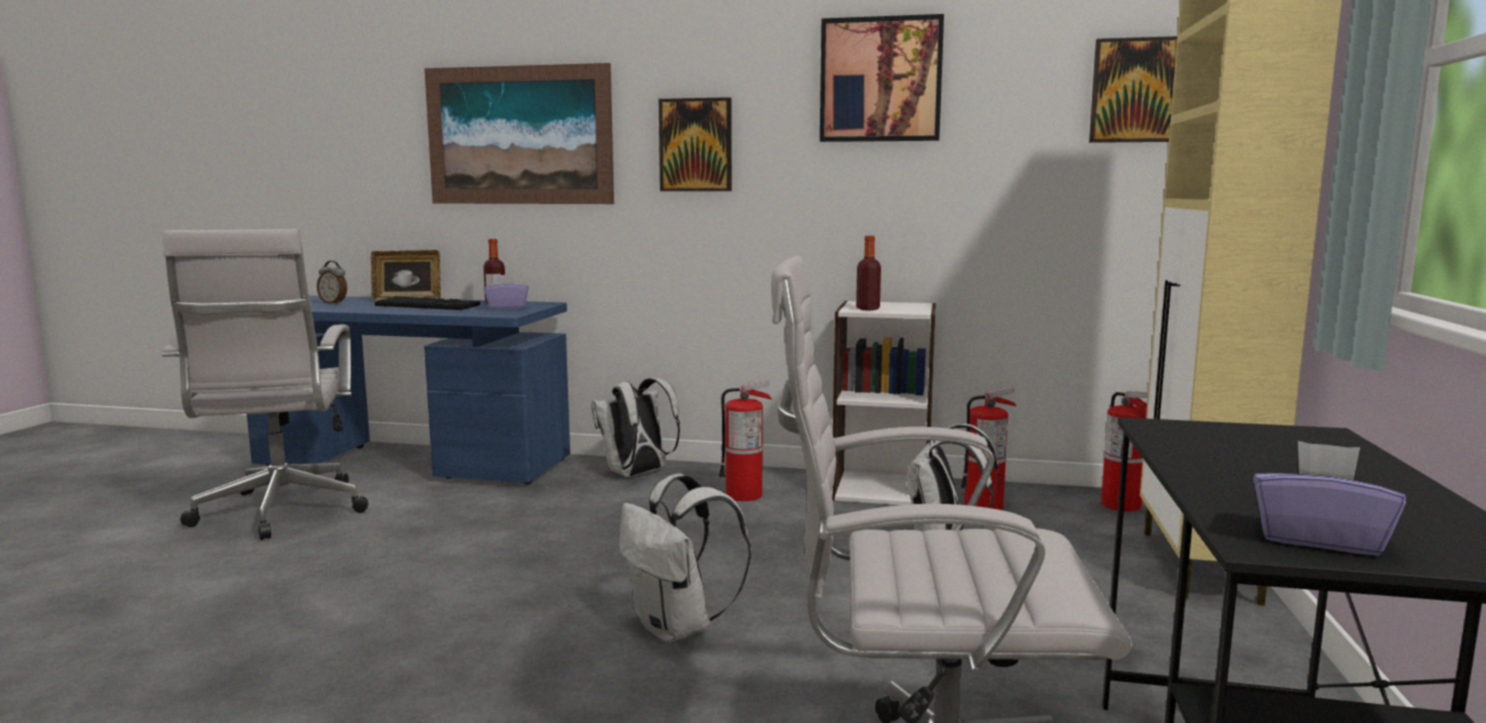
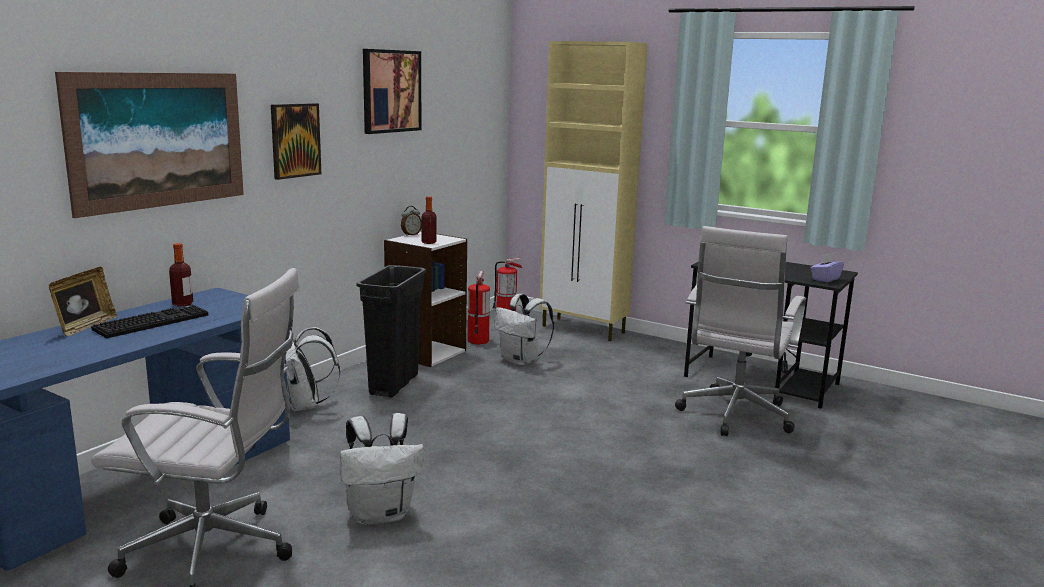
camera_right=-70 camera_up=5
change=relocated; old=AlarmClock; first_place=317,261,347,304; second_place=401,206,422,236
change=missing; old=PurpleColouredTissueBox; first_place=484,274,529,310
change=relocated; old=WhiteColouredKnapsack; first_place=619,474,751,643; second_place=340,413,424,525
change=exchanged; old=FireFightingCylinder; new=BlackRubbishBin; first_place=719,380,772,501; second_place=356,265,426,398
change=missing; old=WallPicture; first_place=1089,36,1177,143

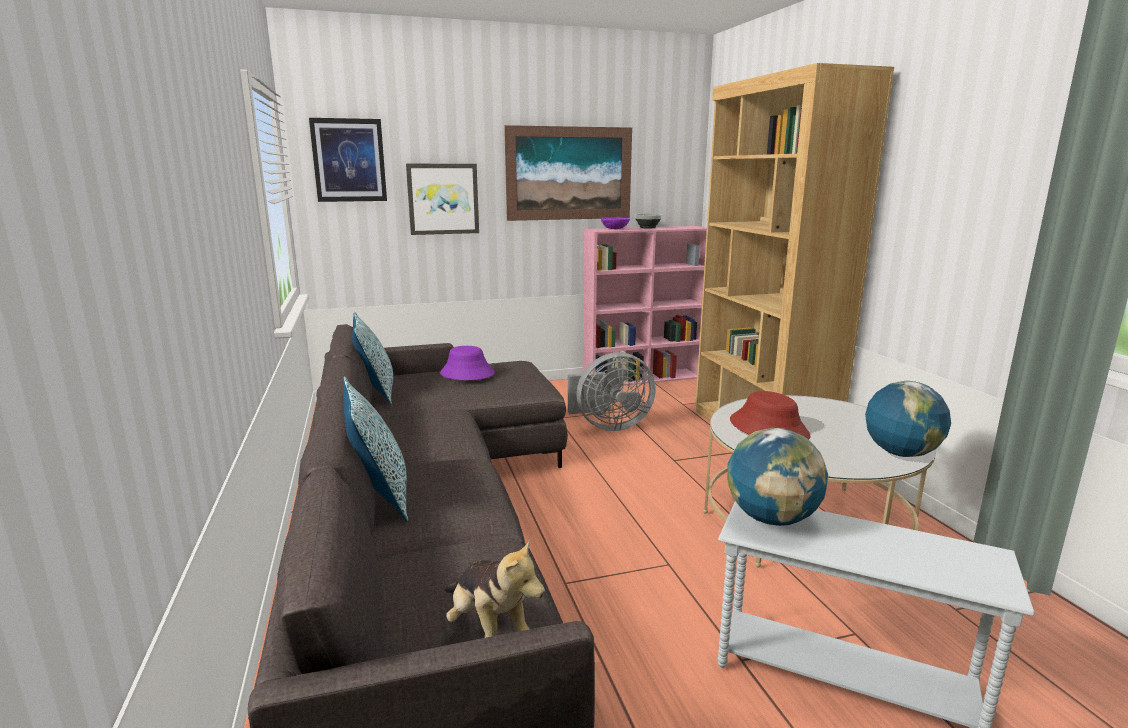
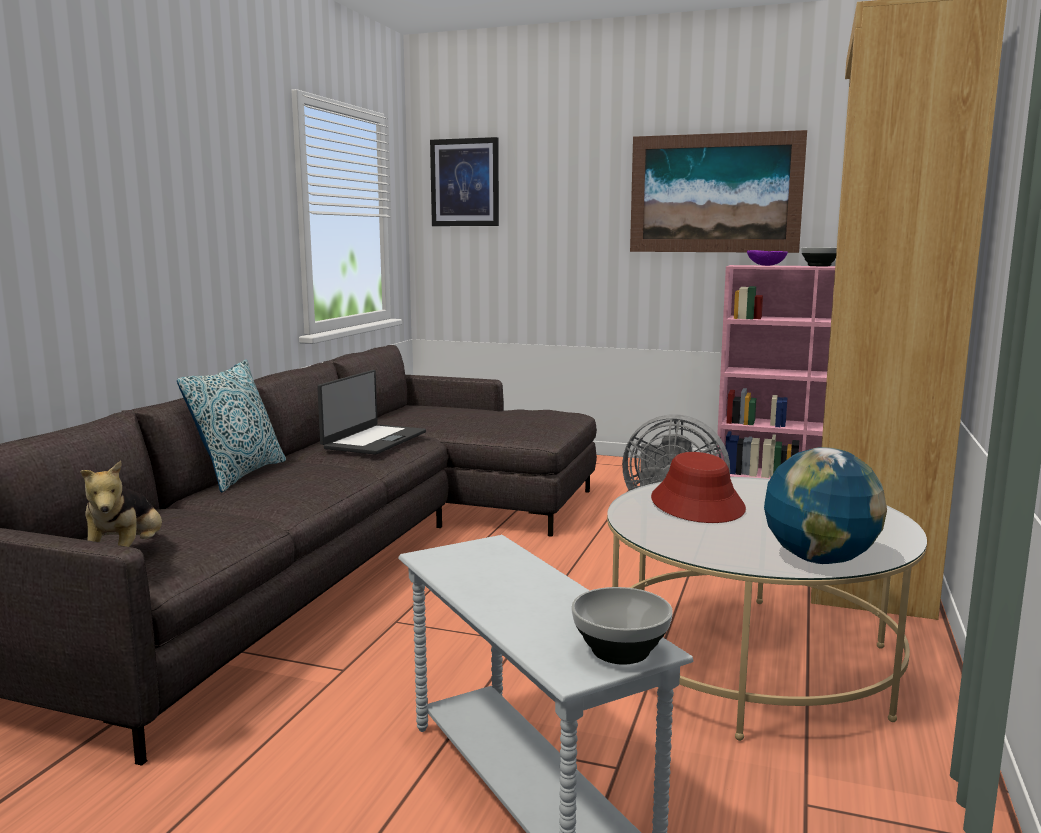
camera_right=35 camera_up=-5
change=missing; old=Pillow; first_place=352,312,393,405
change=missing; old=WallPicture; first_place=406,164,479,235
change=missing; old=PurpleColouredClothingHat; first_place=440,346,495,380
change=missing; old=Globe; first_place=727,428,828,526
change=appeared; new=Laptop; second_place=317,370,426,455
change=appeared; new=DeepDish; second_place=571,587,673,665

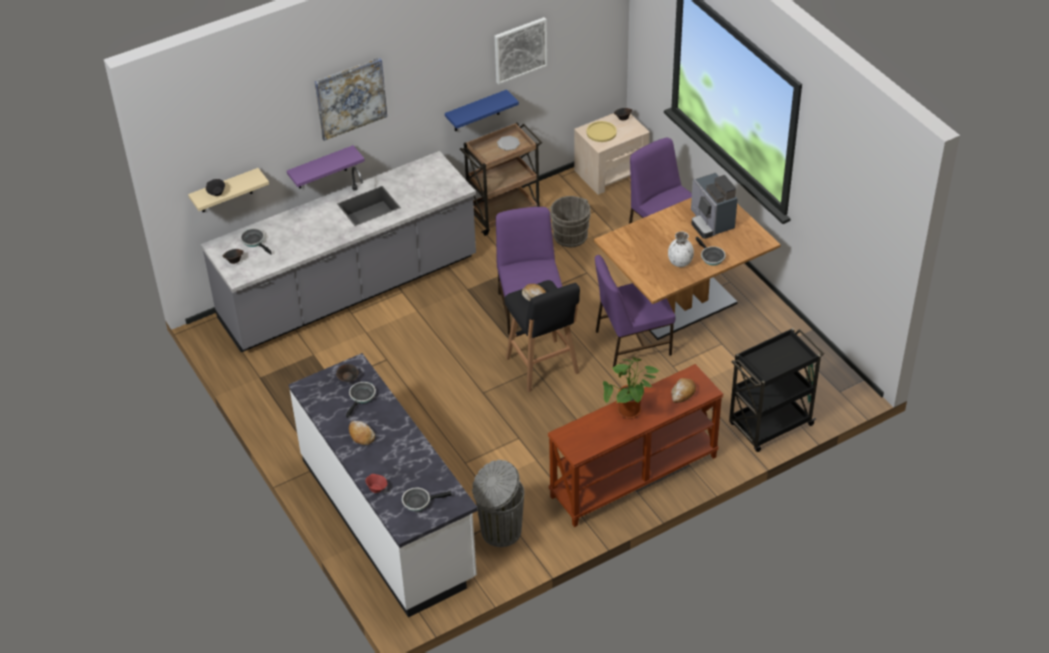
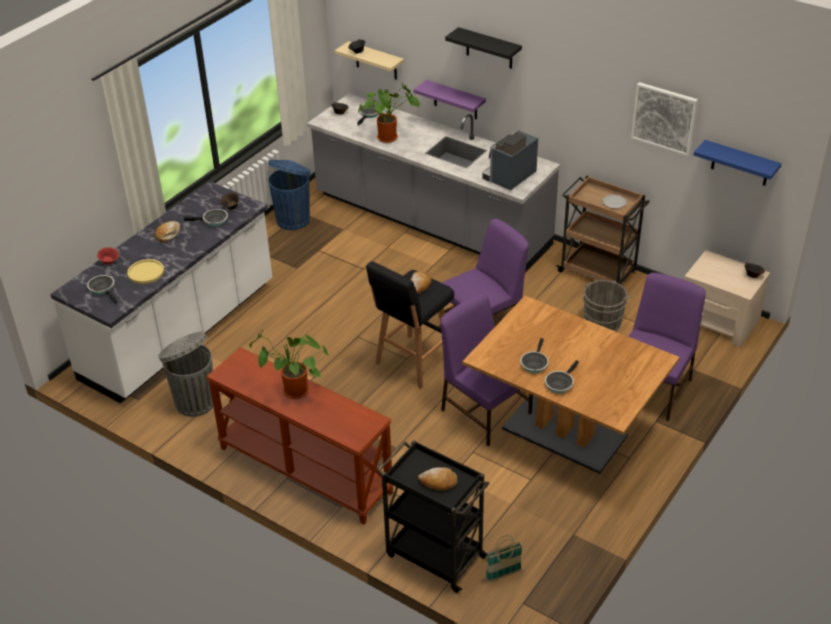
camera_right=65 camera_up=-5
change=exchanged; old=WallPicture; new=BlackShelf; first_place=314,58,387,141; second_place=445,27,522,69
change=relocated; old=BlueShelf; first_place=445,89,519,131; second_place=694,140,782,186
change=relocated; old=YellowColouredFlatDish; first_place=586,121,617,142; second_place=127,259,164,284
change=exchanged; old=WhiteColouredFlowerVase; new=Skillet; first_place=668,231,694,267; second_place=520,338,549,373
change=relocated; old=BakedBread; first_place=671,378,696,403; second_place=418,467,458,491
change=relocated; old=CoffeeBrewer; first_place=691,173,737,239; second_place=483,129,538,191
change=appeared; new=BlueRubbishBin; second_place=268,160,311,230
change=appeared; new=Houseplant; second_place=358,83,420,143

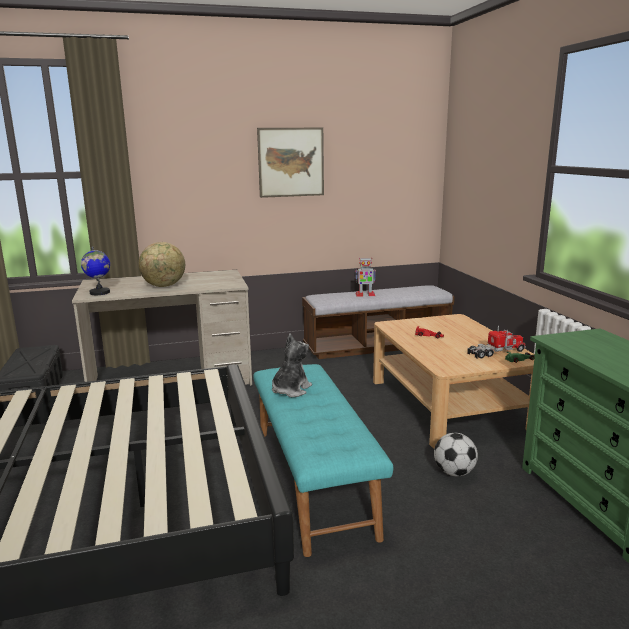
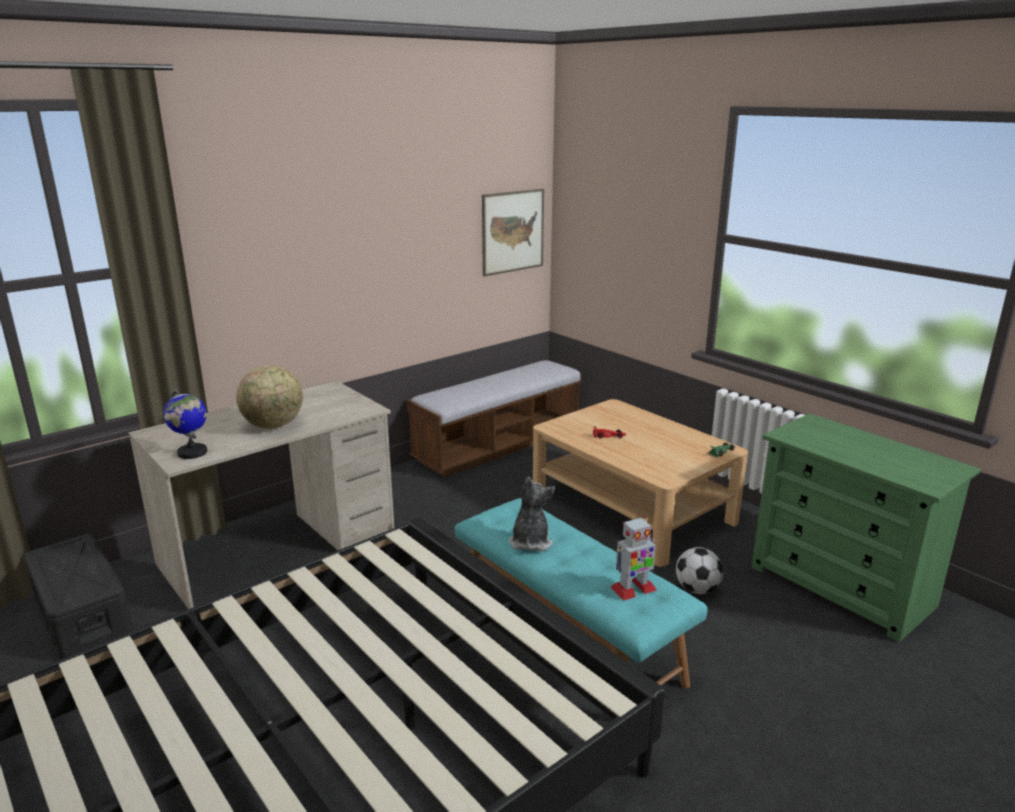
camera_right=-25 camera_up=5
change=relocated; old=WallPicture; first_place=257,128,324,198; second_place=482,189,544,277
change=relocated; old=ToyRobot; first_place=355,258,376,297; second_place=610,516,657,601
change=missing; old=ToyLorry; first_place=467,326,526,359

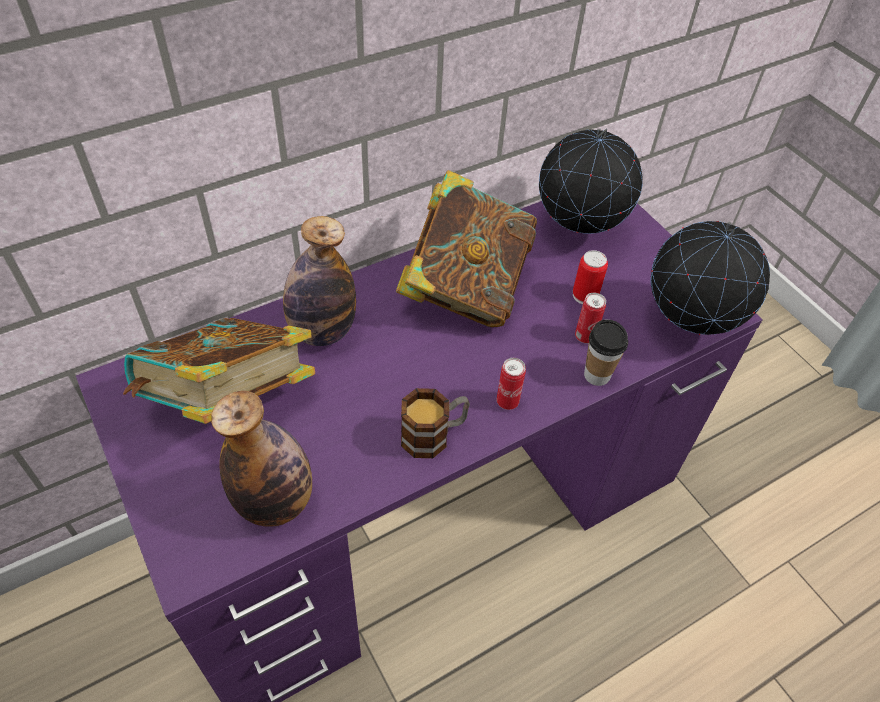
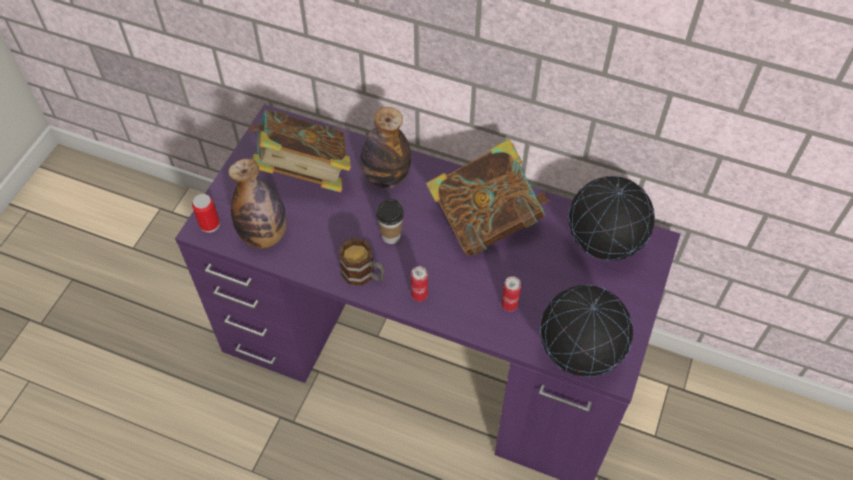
camera_right=55 camera_up=5
change=relocated; old=SealedCan; first_place=573,250,608,304; second_place=192,194,220,233
change=relocated; old=SmallCup; first_place=584,320,628,386; second_place=376,199,404,244

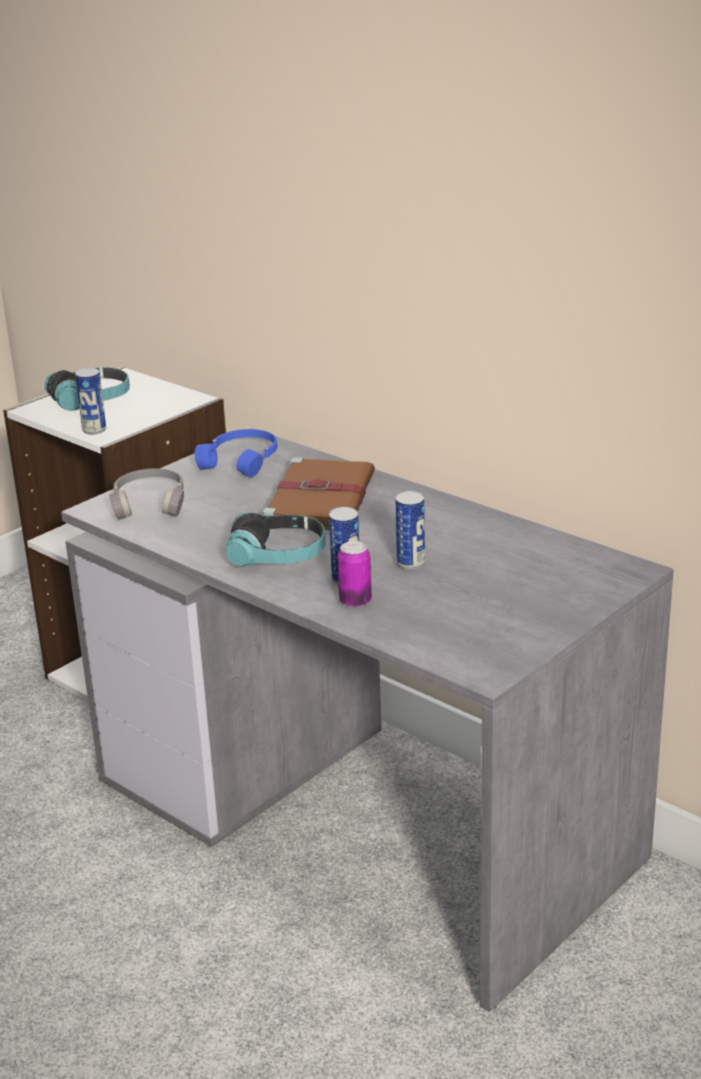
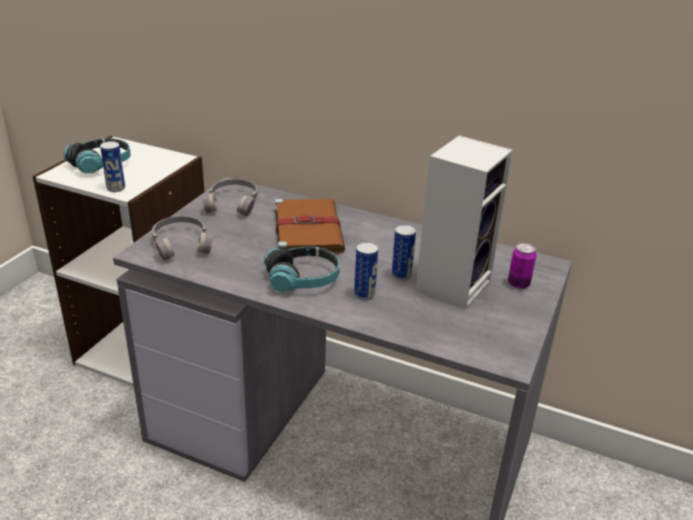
camera_right=-20 camera_up=5
change=colour; old=BluePairOfHeadphones; new=GrayPairOfHeadphones; first_place=195,429,277,478; second_place=203,179,258,217
change=relocated; old=SealedCan; first_place=337,541,372,608; second_place=508,243,536,289
change=appeared; new=Speaker; second_place=416,136,513,309

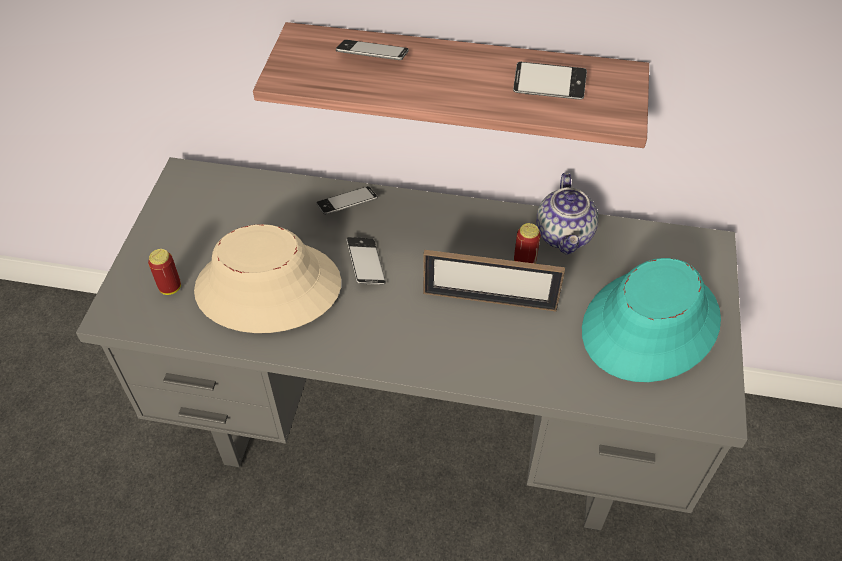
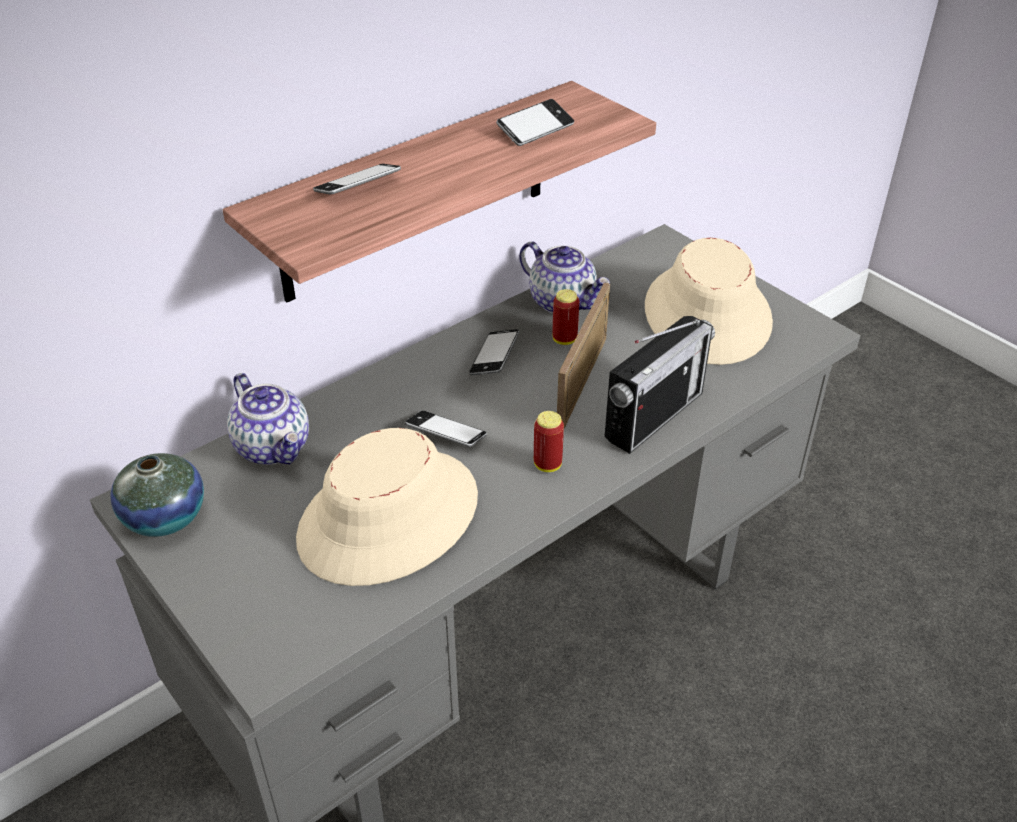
camera_right=-50 camera_up=-10
change=relocated; old=SealedCan; first_place=148,249,181,295; second_place=534,411,564,472
change=relocated; old=Telephone; first_place=317,186,378,215; second_place=469,329,520,375
change=spun; old=PhotoFrame; first_place=423,250,565,311; second_place=557,282,610,428; degrees=150
change=colour; old=TurquoiseColouredClothingHat; new=SandColouredClothingHat; first_place=582,258,721,382; second_place=645,238,773,365
change=appeared; new=FlowerVase; second_place=111,453,204,537
change=appeared; new=PotForTea; second_place=227,373,309,465
change=appeared; new=RadioReceiver; second_place=605,316,715,454

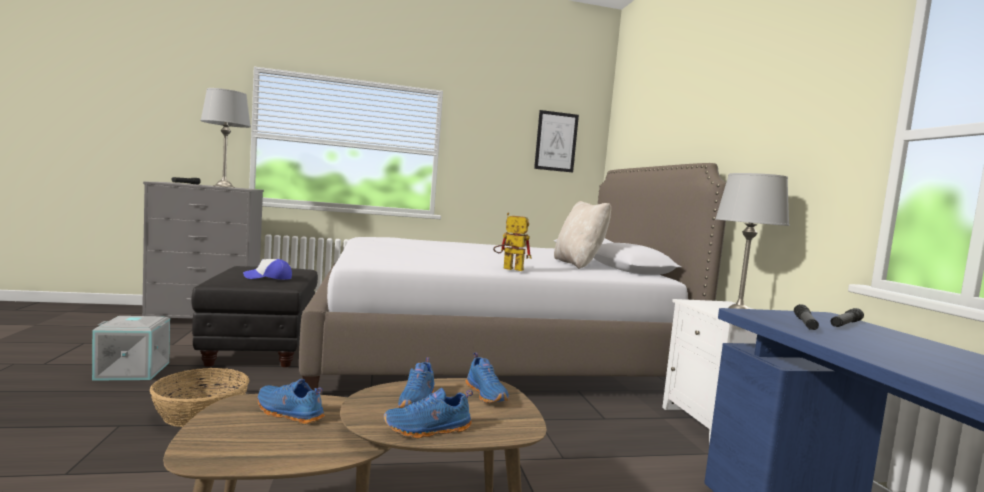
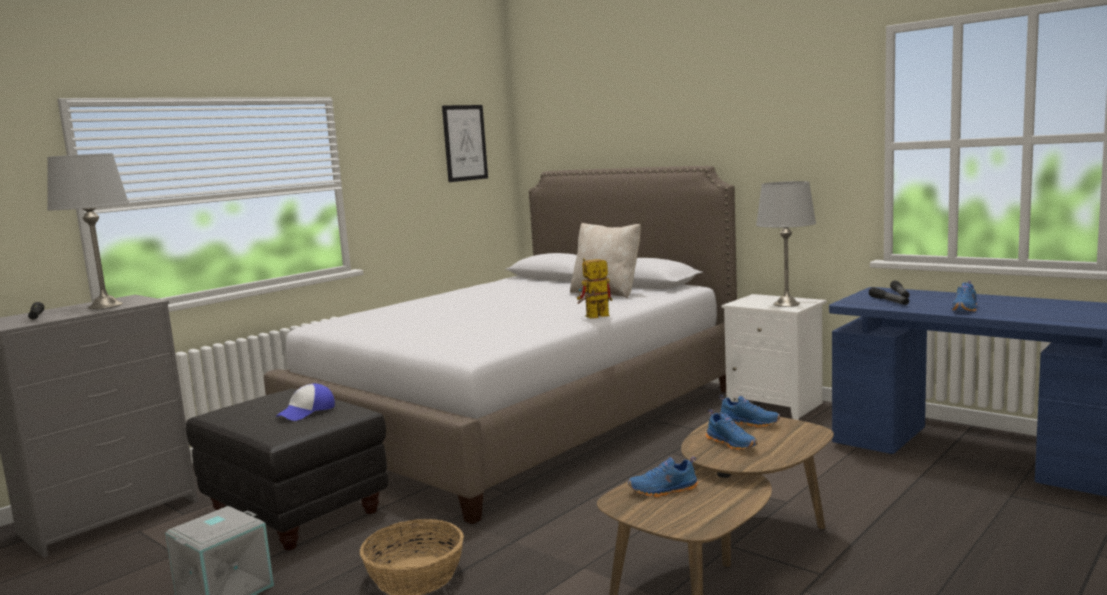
camera_right=-35 camera_up=5
change=relocated; old=BlueShoe; first_place=384,388,473,439; second_place=952,281,977,311

